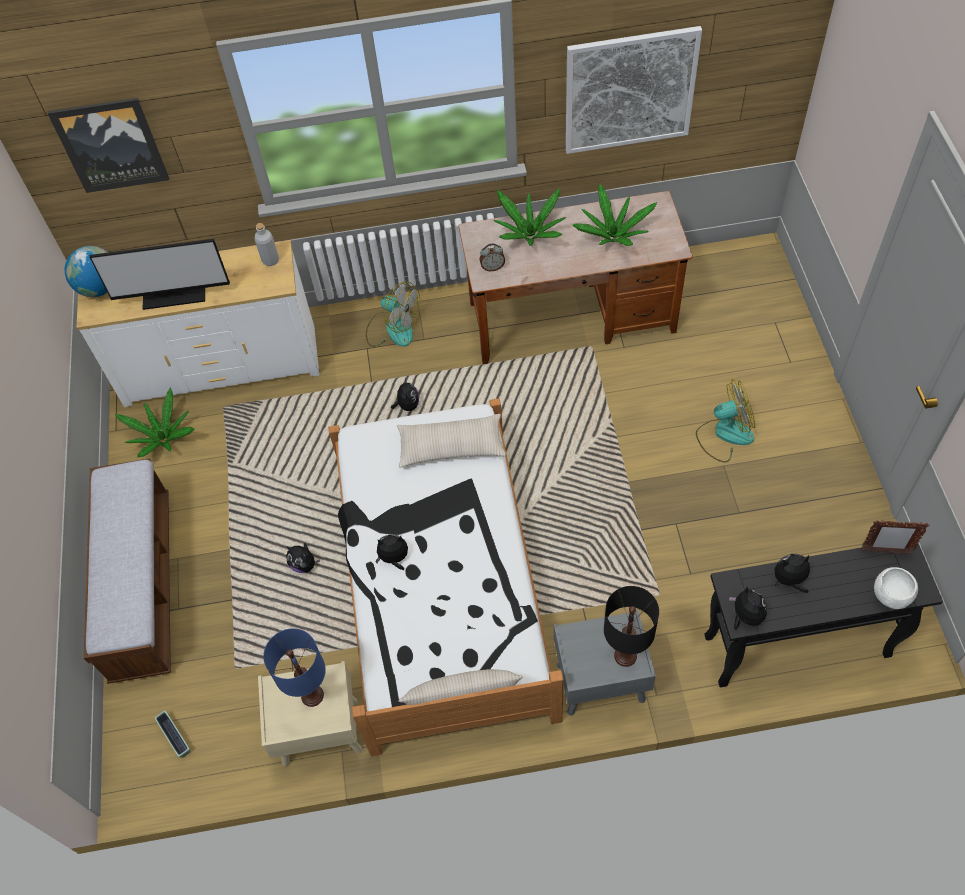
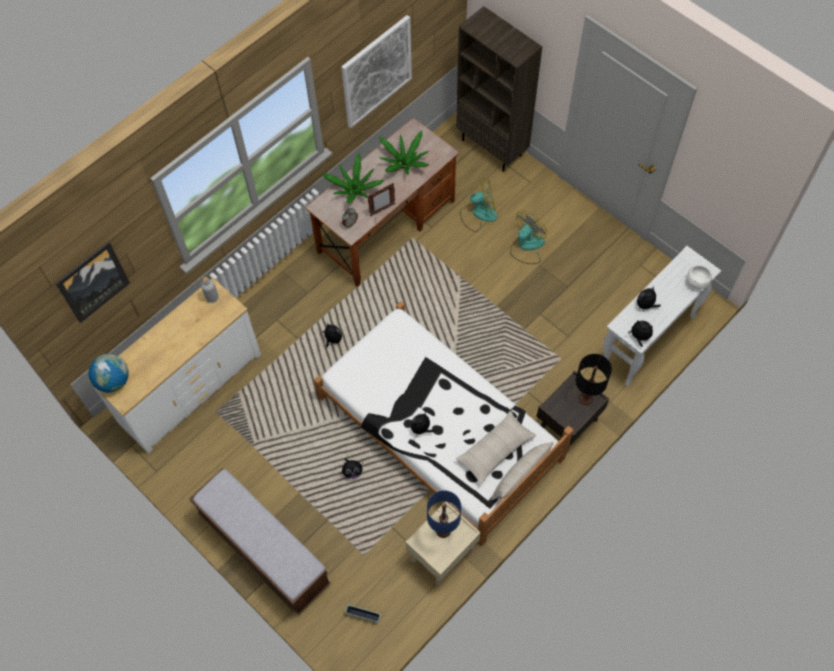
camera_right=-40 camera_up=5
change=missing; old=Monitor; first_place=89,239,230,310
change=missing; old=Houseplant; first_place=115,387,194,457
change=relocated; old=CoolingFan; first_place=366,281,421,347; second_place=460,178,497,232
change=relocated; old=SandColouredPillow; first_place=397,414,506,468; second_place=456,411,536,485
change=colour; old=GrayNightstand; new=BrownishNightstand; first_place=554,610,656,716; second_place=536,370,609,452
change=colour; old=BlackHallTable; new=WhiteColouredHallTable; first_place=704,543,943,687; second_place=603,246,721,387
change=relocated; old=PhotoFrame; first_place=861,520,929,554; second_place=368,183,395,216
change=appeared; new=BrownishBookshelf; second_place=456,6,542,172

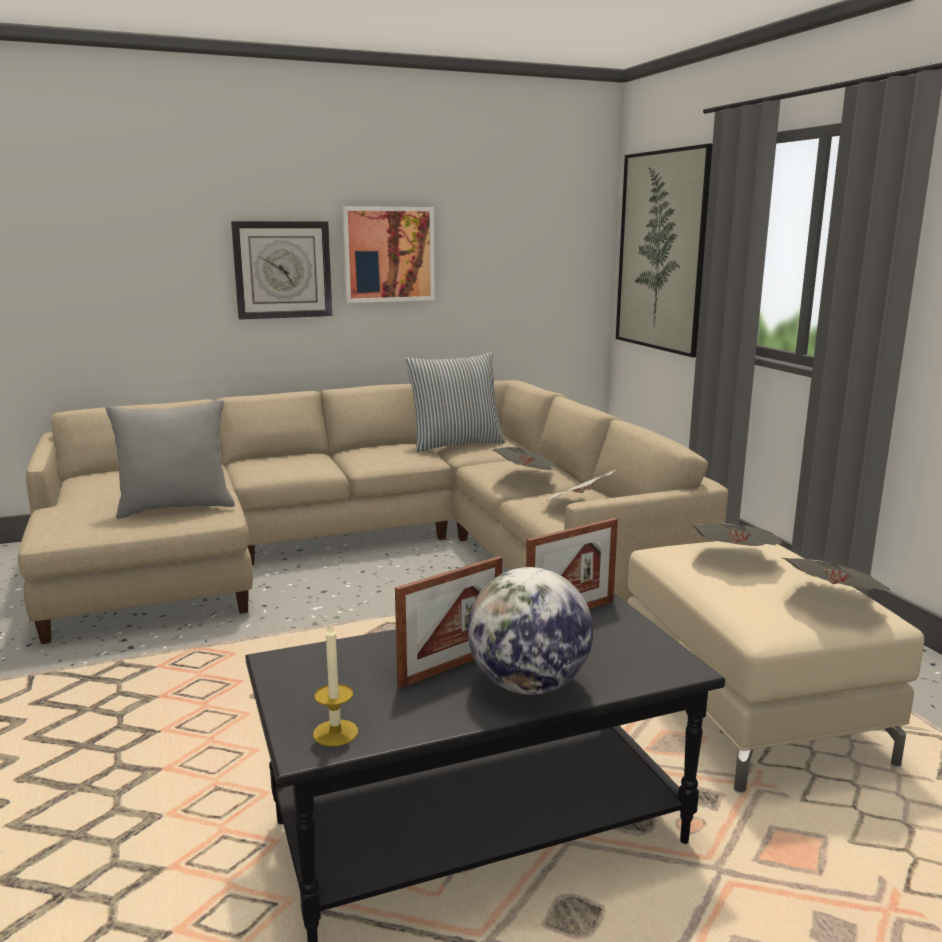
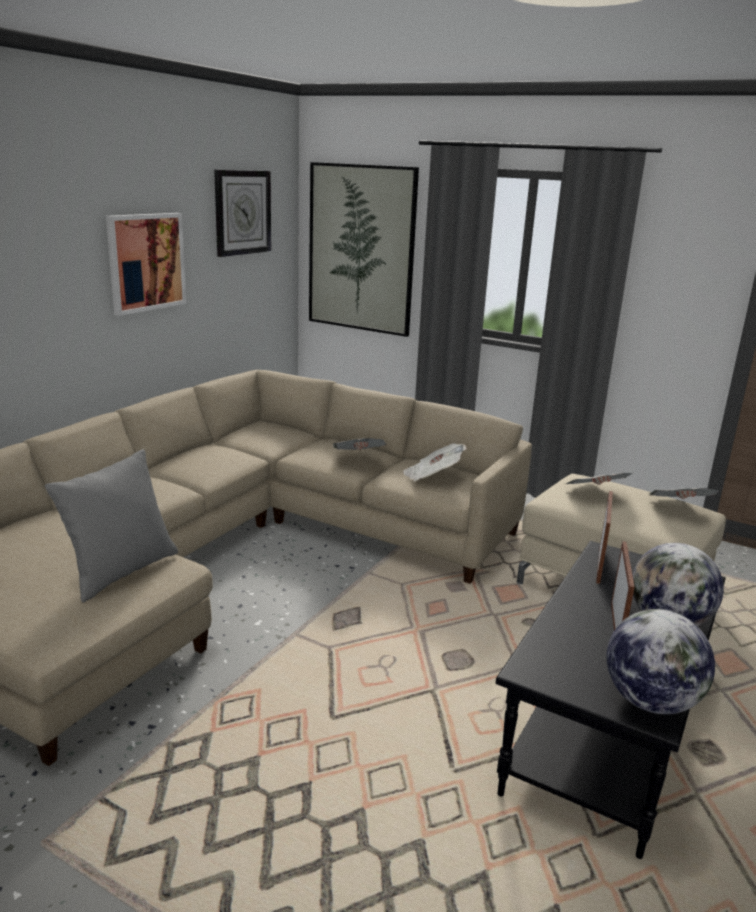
camera_right=-40 camera_up=5
change=relocated; old=HangingClock; first_place=231,221,332,320; second_place=214,170,271,257
change=exchanged; old=WaxLight; new=Globe; first_place=313,624,358,747; second_place=607,609,715,714
change=missing; old=Pillow; first_place=404,352,506,452

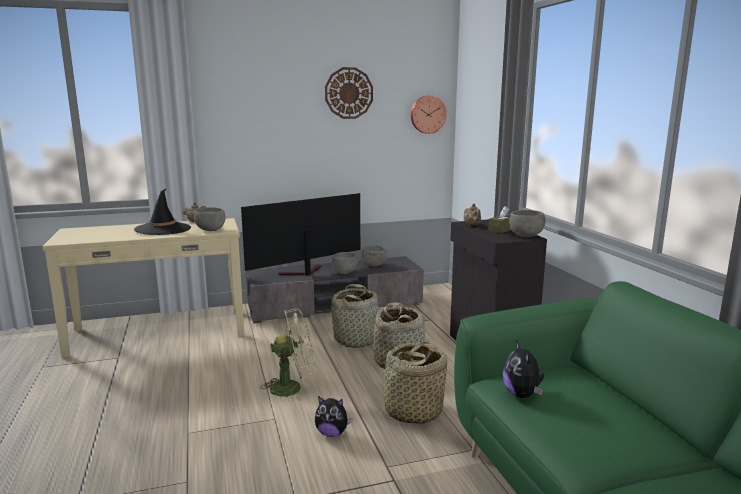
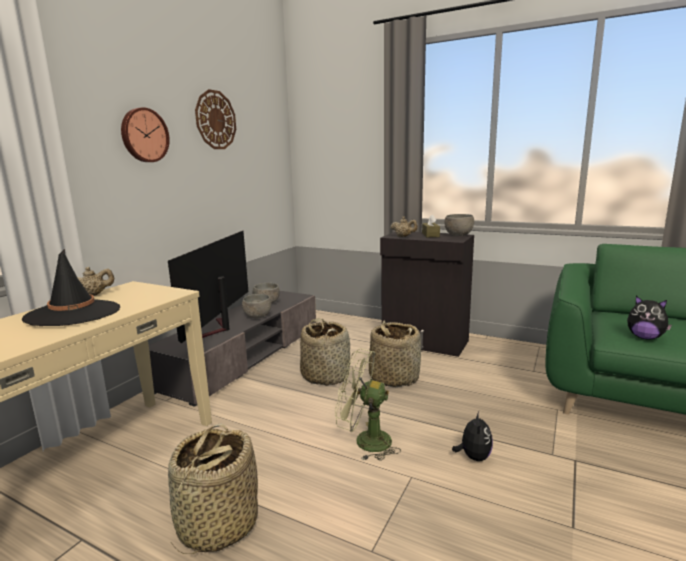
camera_right=-45 camera_up=0
change=missing; old=GrayDeepDish; first_place=194,207,226,231
change=spun; old=GreenColouredCoolingFan; first_place=260,308,315,401; second_place=335,348,401,461; degrees=-105
change=spun; old=CuddlyToy; first_place=315,396,353,437; second_place=452,411,493,461; degrees=-45
change=relocated; old=StorageBasket; first_place=373,341,447,424; second_place=168,423,258,554
change=relocated; old=HangingClock; first_place=411,96,447,134; second_place=121,107,170,162

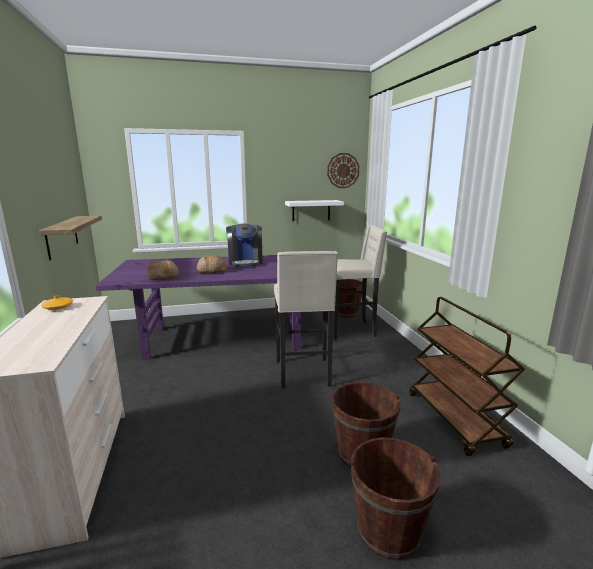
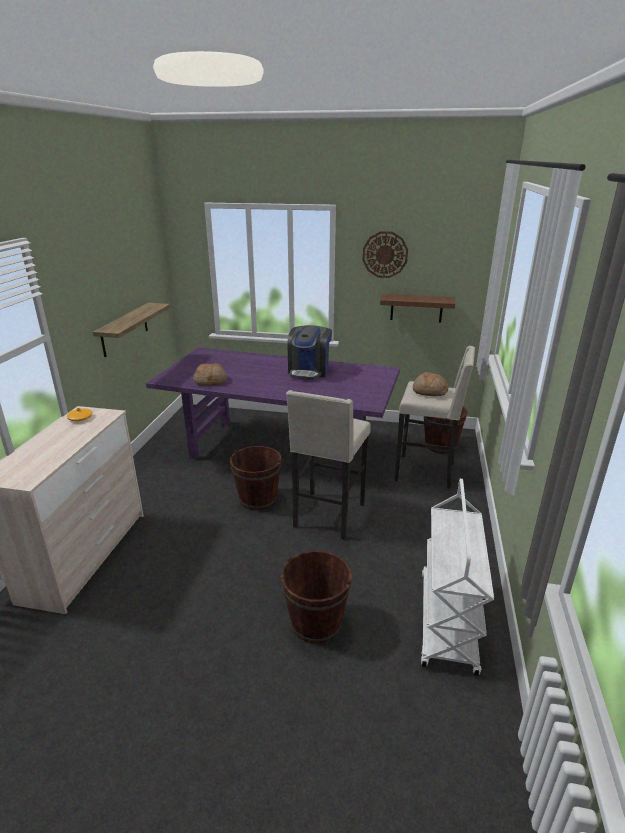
camera_right=25 camera_up=10
change=relocated; old=BakedBread; first_place=197,255,227,273; second_place=413,372,448,396
change=colour; old=WhiteColouredShelf; new=BrownishShelf; first_place=285,200,344,221; second_place=380,294,455,323
change=relocated; old=HangingClock; first_place=327,153,359,188; second_place=362,231,408,278
change=relocated; old=BrownishBucket; first_place=351,437,441,560; second_place=230,446,282,510
change=colour; old=BrownishTrolley; new=WhiteColouredTrolley; first_place=409,297,525,456; second_place=421,479,494,676

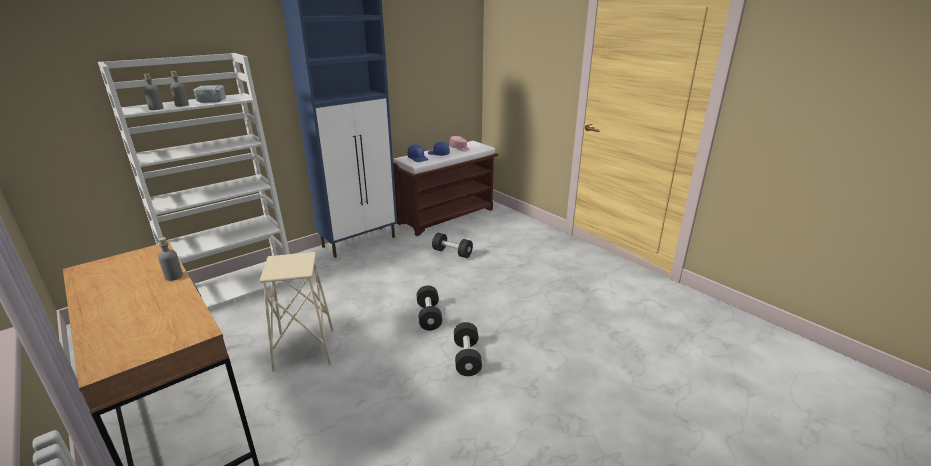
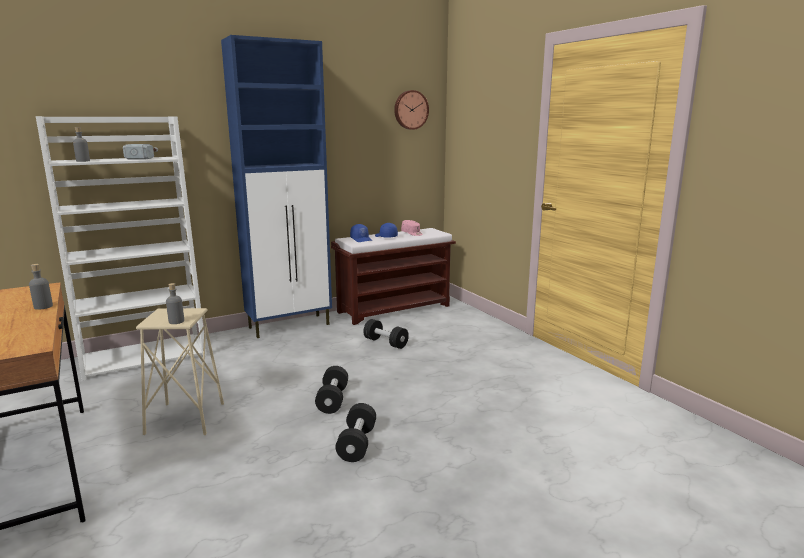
camera_right=10 camera_up=-10
change=relocated; old=GrayBottle; first_place=170,71,189,107; second_place=166,283,184,324
change=appeared; new=HangingClock; second_place=394,90,429,130

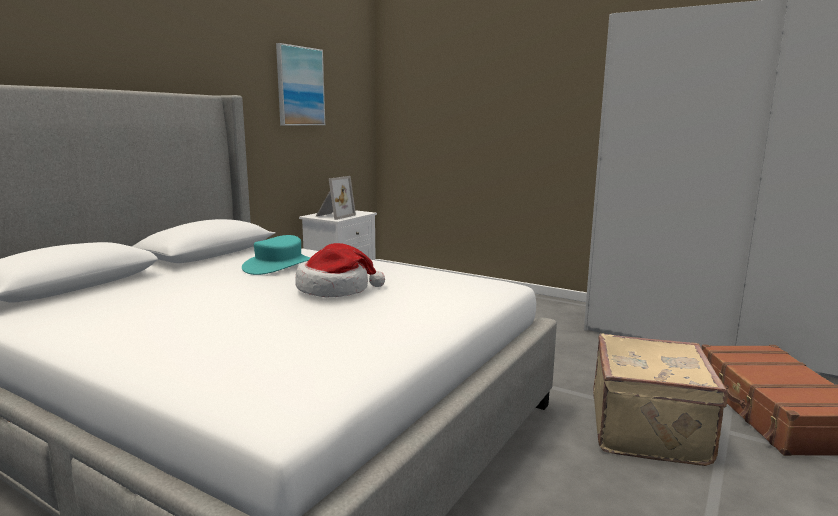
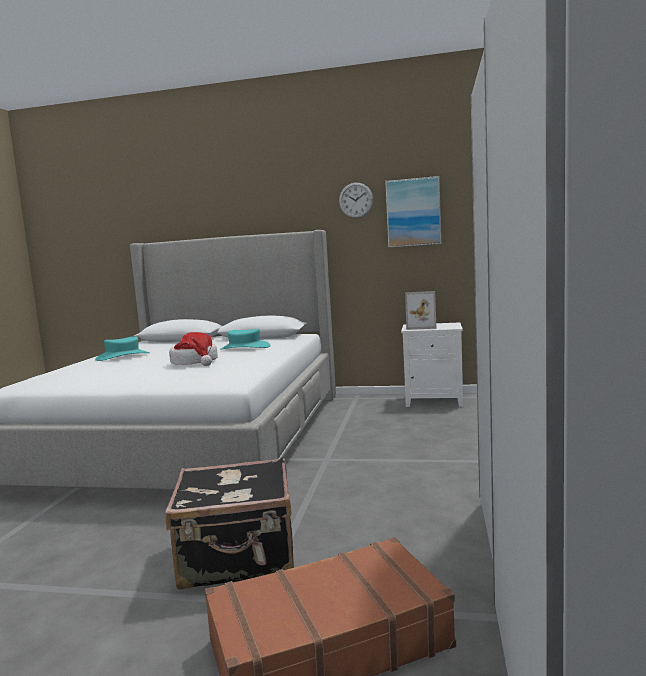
camera_right=70 camera_up=-5
change=colour; old=SandColouredSuitcase; new=BlackSuitcase; first_place=593,334,728,466; second_place=165,457,294,590
change=appeared; new=TurquoiseColouredClothingHat; second_place=95,336,150,361
change=appeared; new=HangingClock; second_place=339,183,373,218

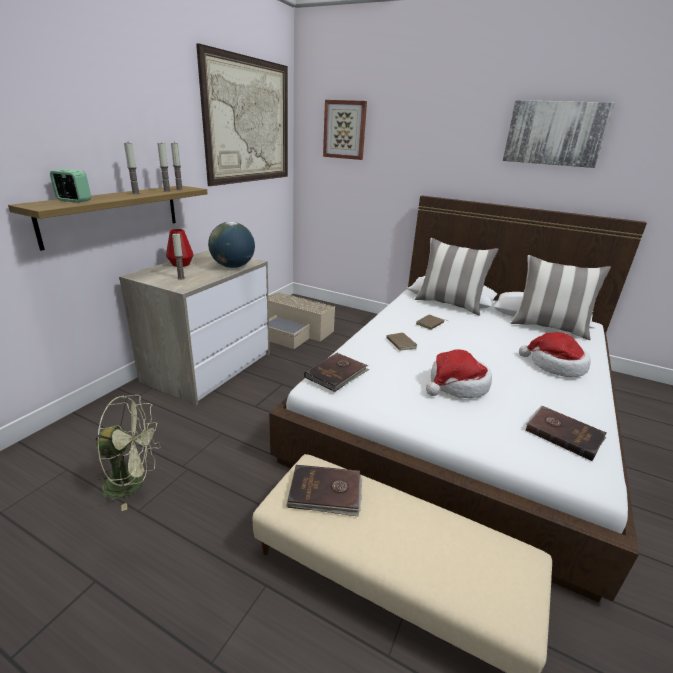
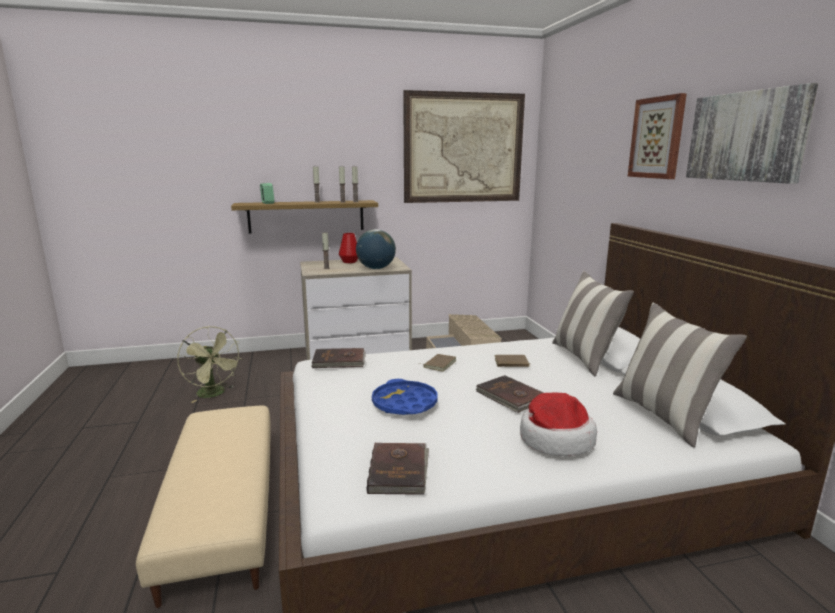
camera_right=50 camera_up=-10
change=relocated; old=BrownishVolume; first_place=286,465,362,517; second_place=475,375,544,413
change=relocated; old=WallPicture; first_place=323,100,367,160; second_place=628,93,687,179
change=exchanged; old=ClothingHat; new=BlueCarryingTray; first_place=426,349,492,398; second_place=372,379,438,415

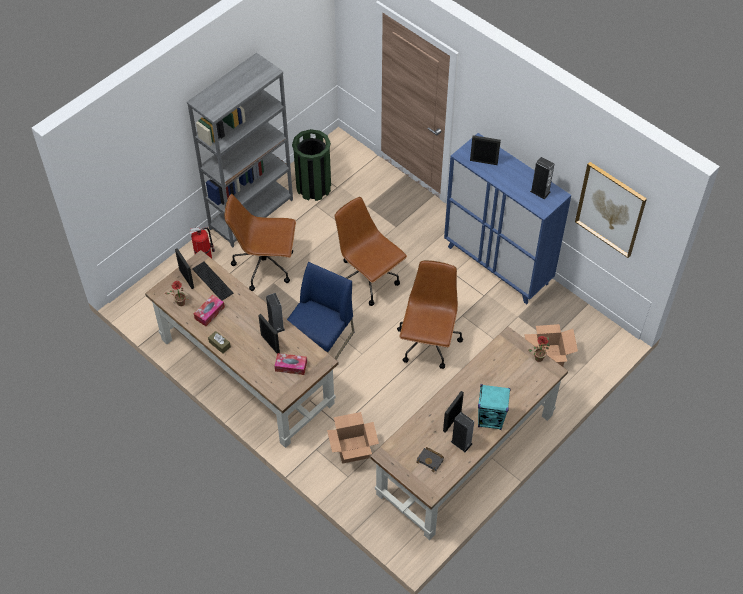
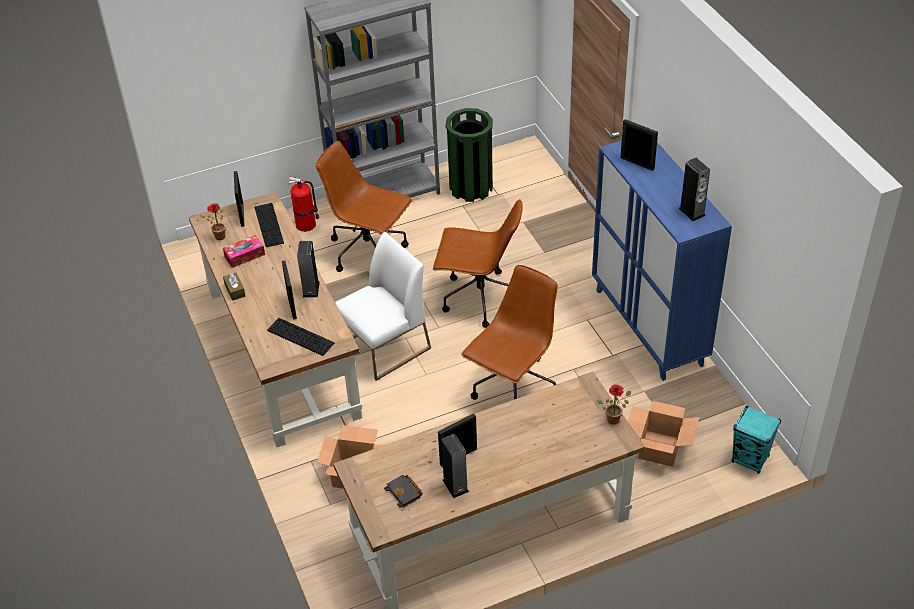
camera_right=25 camera_up=-10
change=exchanged; old=TissueBox; new=ComputerKeyboard; first_place=275,353,307,375; second_place=267,318,334,356
change=colour; old=BlueChair; new=WhiteColouredChair; first_place=287,262,355,359; second_place=335,232,431,381
change=spun; old=BrownishComputerChair; first_place=335,197,407,306; second_place=433,199,523,328; degrees=120
change=relocated; old=TurquoiseColouredSpeaker; first_place=478,384,511,430; second_place=732,405,781,474
change=missing; old=WallPicture; first_place=575,162,647,258

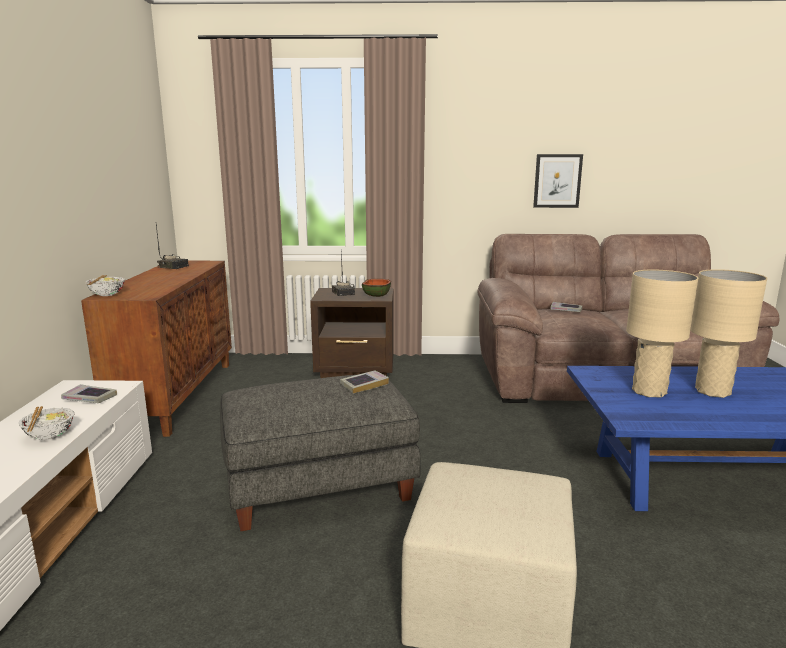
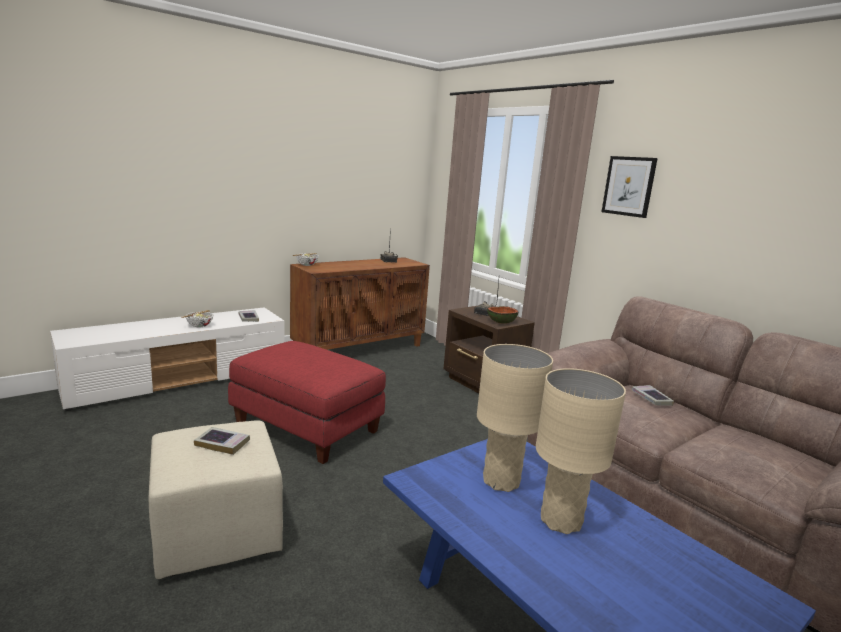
camera_right=50 camera_up=0
change=colour; old=GrayPouffe; new=ReddishPouffe; first_place=220,375,421,531; second_place=228,341,386,464
change=relocated; old=Volume; first_place=340,370,389,394; second_place=194,427,250,455
change=relocated; old=WallPicture; first_place=533,154,583,208; second_place=602,156,658,218

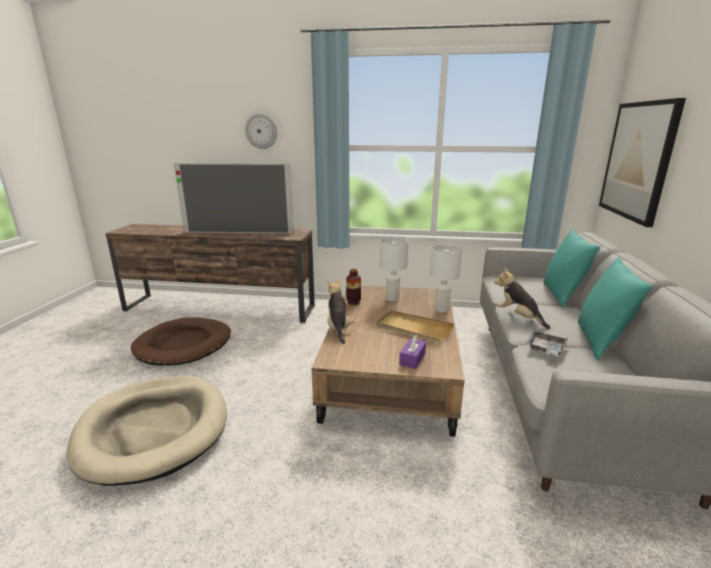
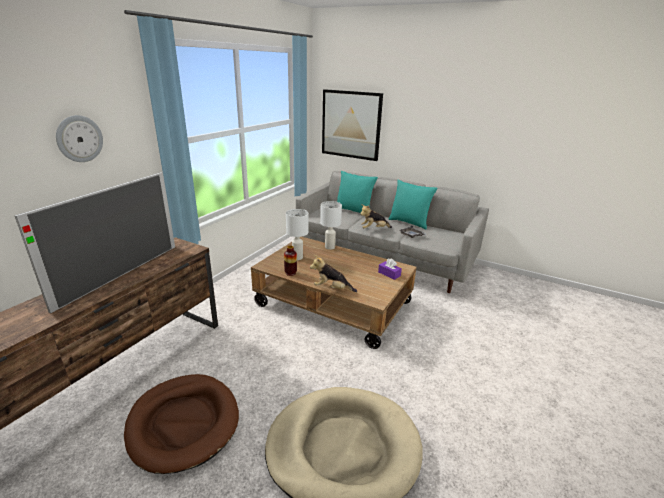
camera_right=-70 camera_up=5
change=missing; old=SandColouredCarryingTray; first_place=376,310,454,342

